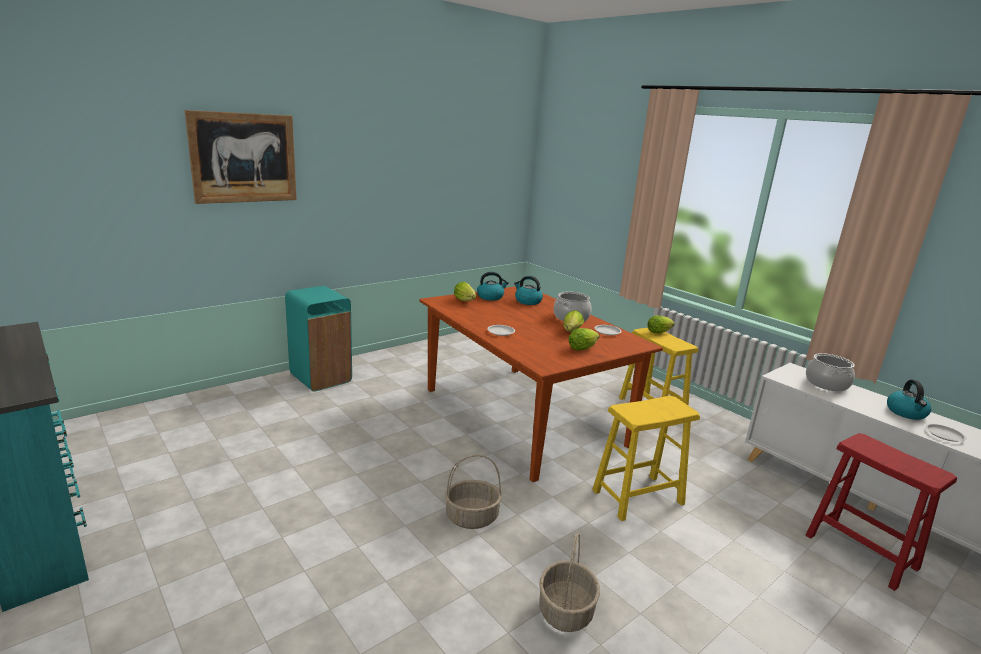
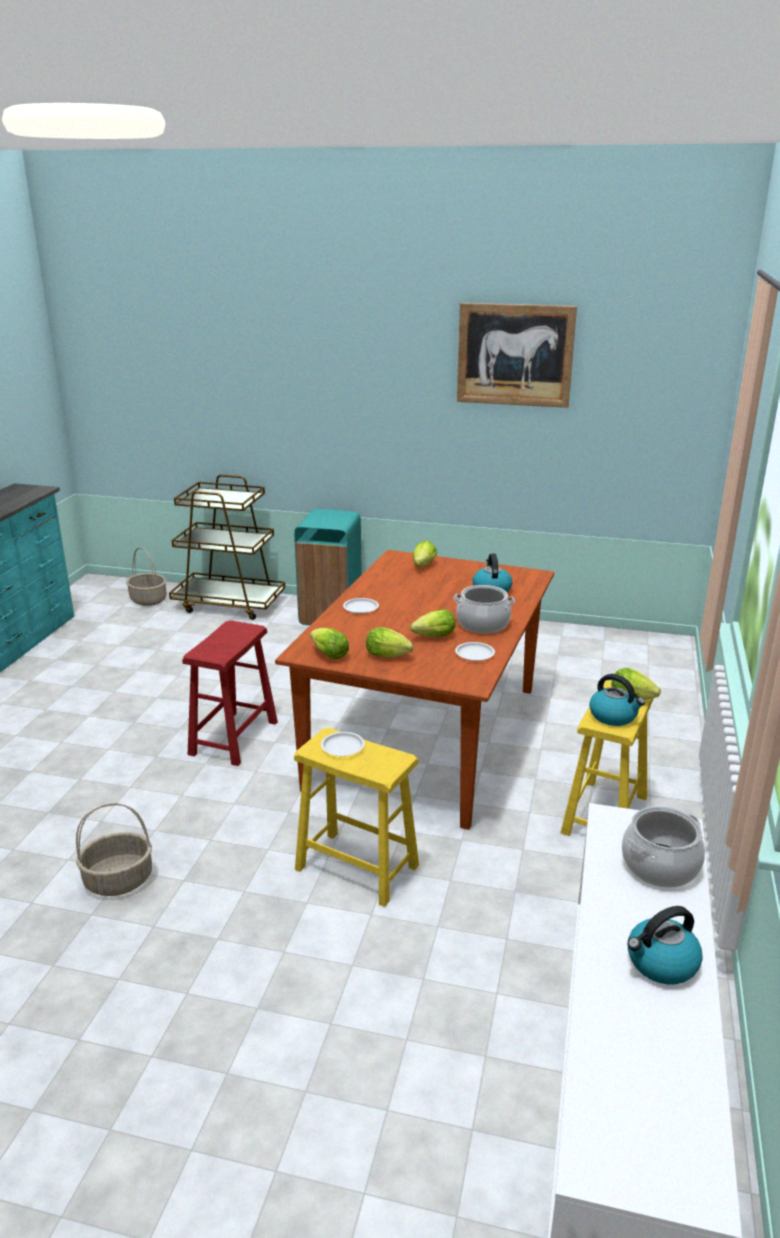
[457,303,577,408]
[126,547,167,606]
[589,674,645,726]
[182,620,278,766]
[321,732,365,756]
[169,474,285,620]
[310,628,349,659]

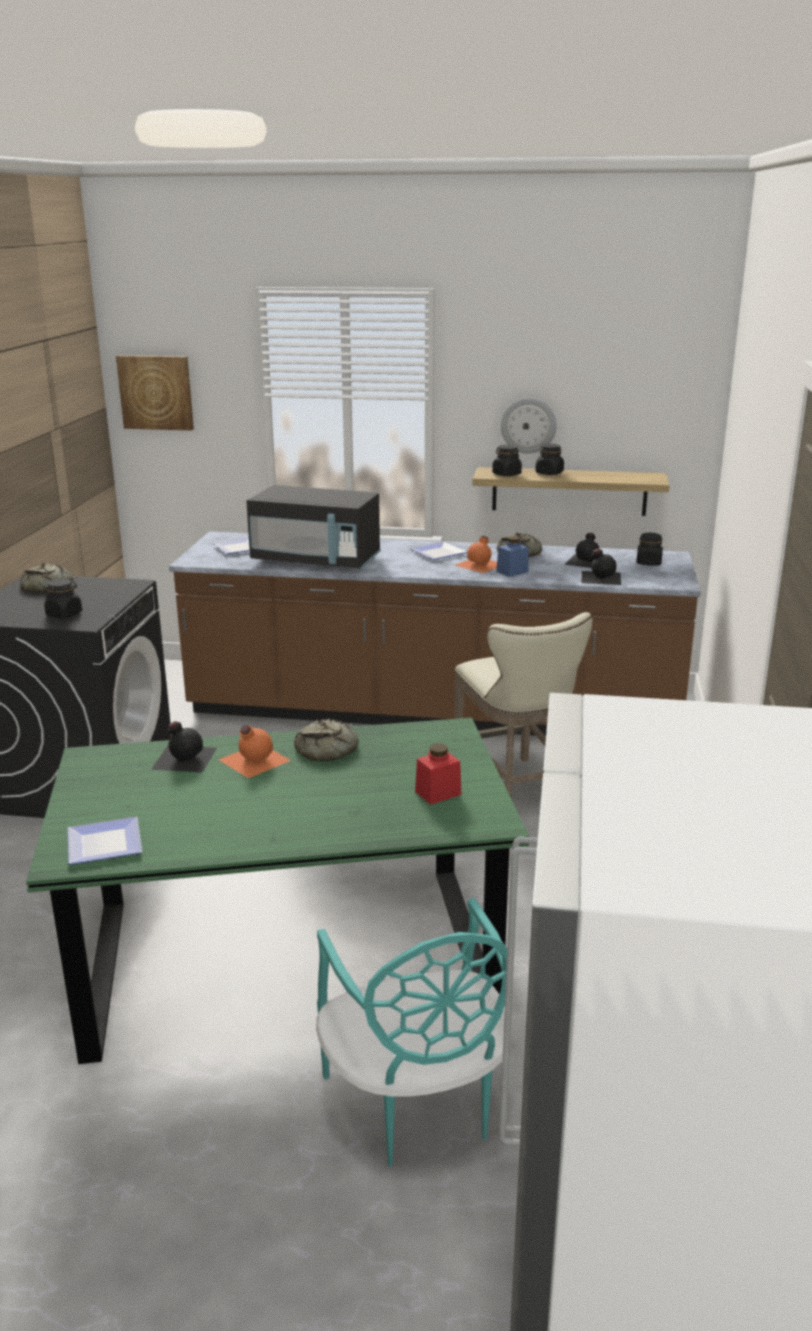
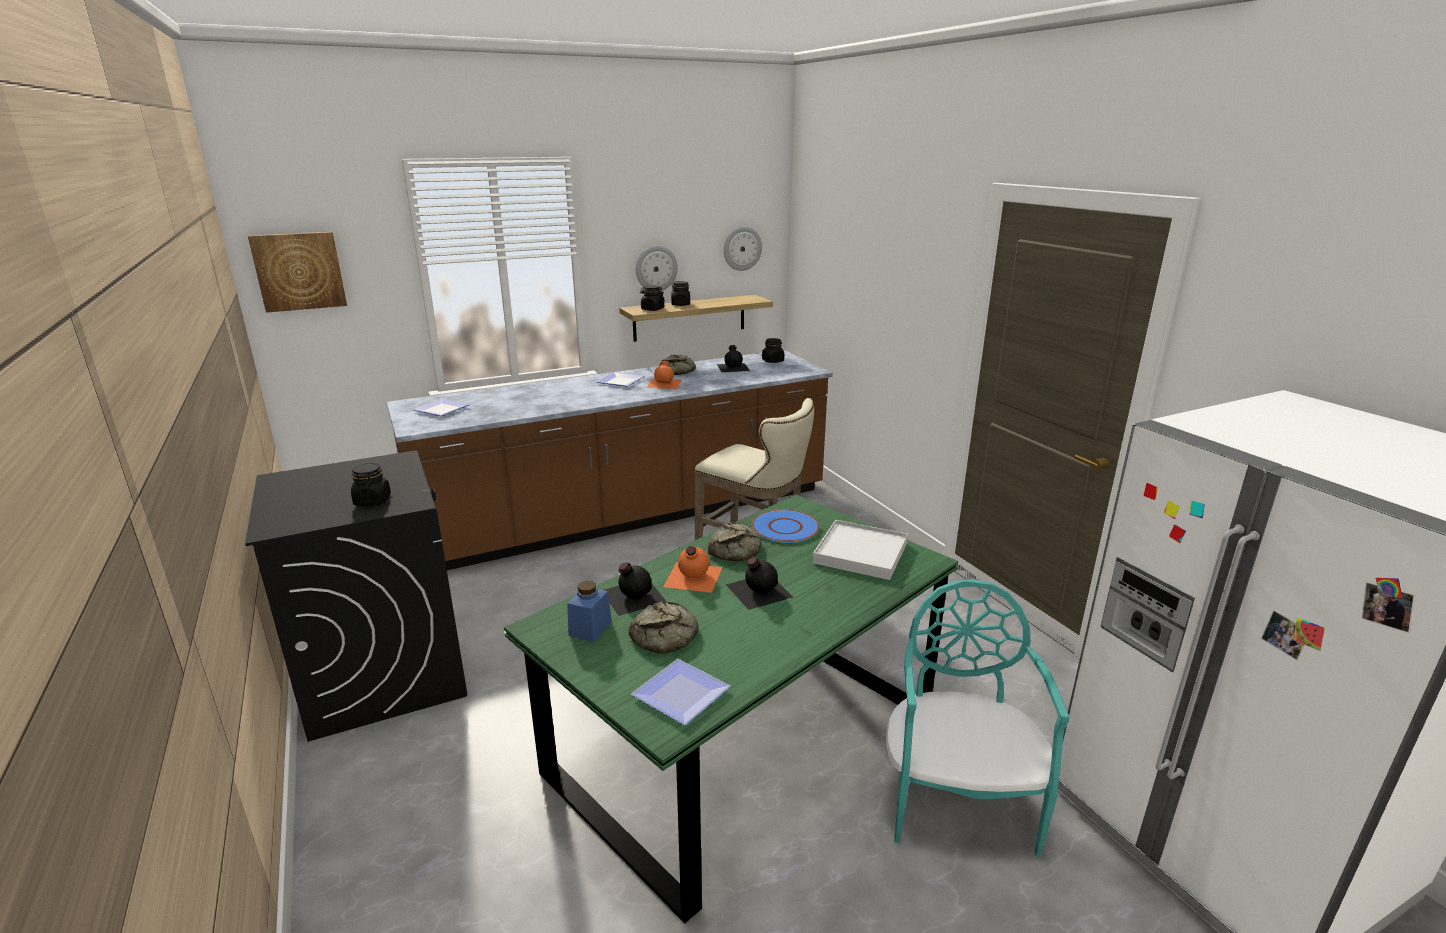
[629,602,699,654]
[246,485,381,570] (first image)
[886,579,1070,857]
[813,520,908,580]
[567,581,612,642]
[726,557,793,610]
[724,226,762,271]
[752,510,820,543]

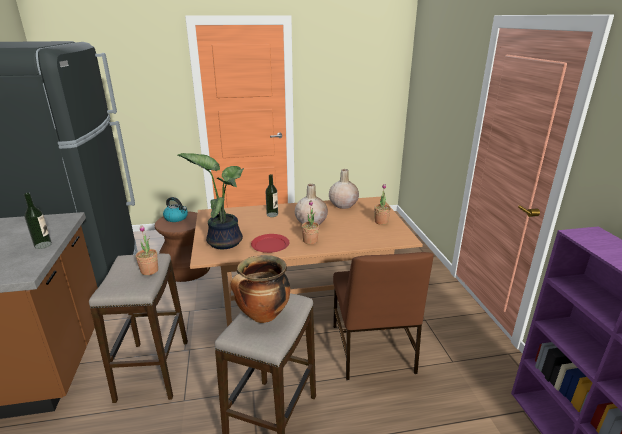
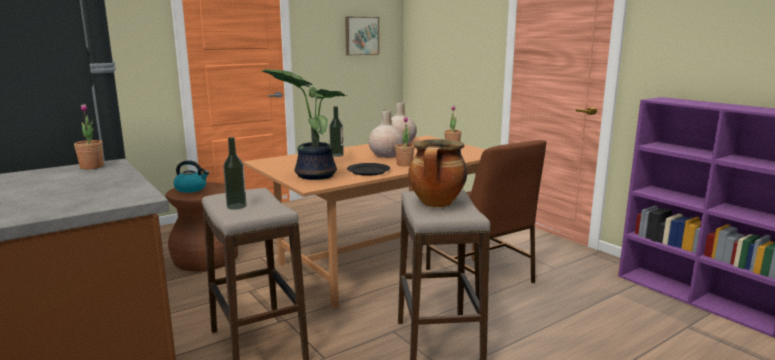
[223,137,247,210]
[74,104,103,169]
[347,163,390,176]
[345,17,379,56]

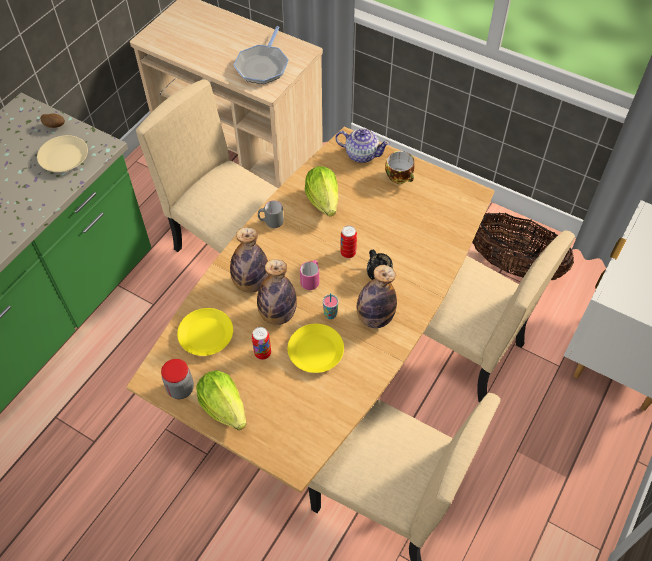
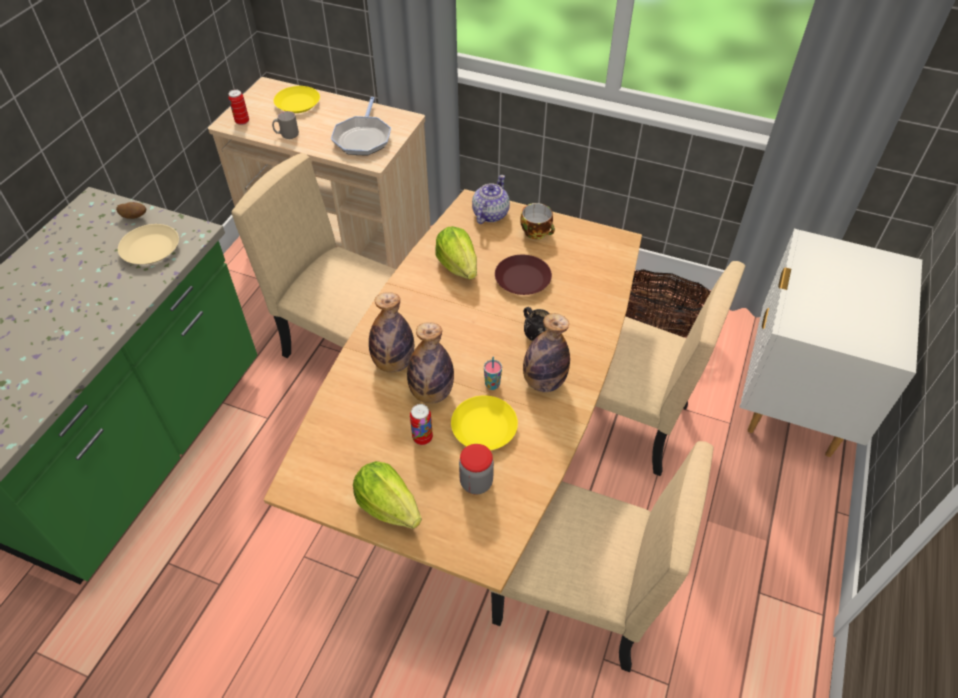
[459,444,494,495]
[274,86,320,113]
[272,111,299,139]
[300,260,320,290] (first image)
[472,175,510,224]
[228,90,249,125]
[495,255,552,295]

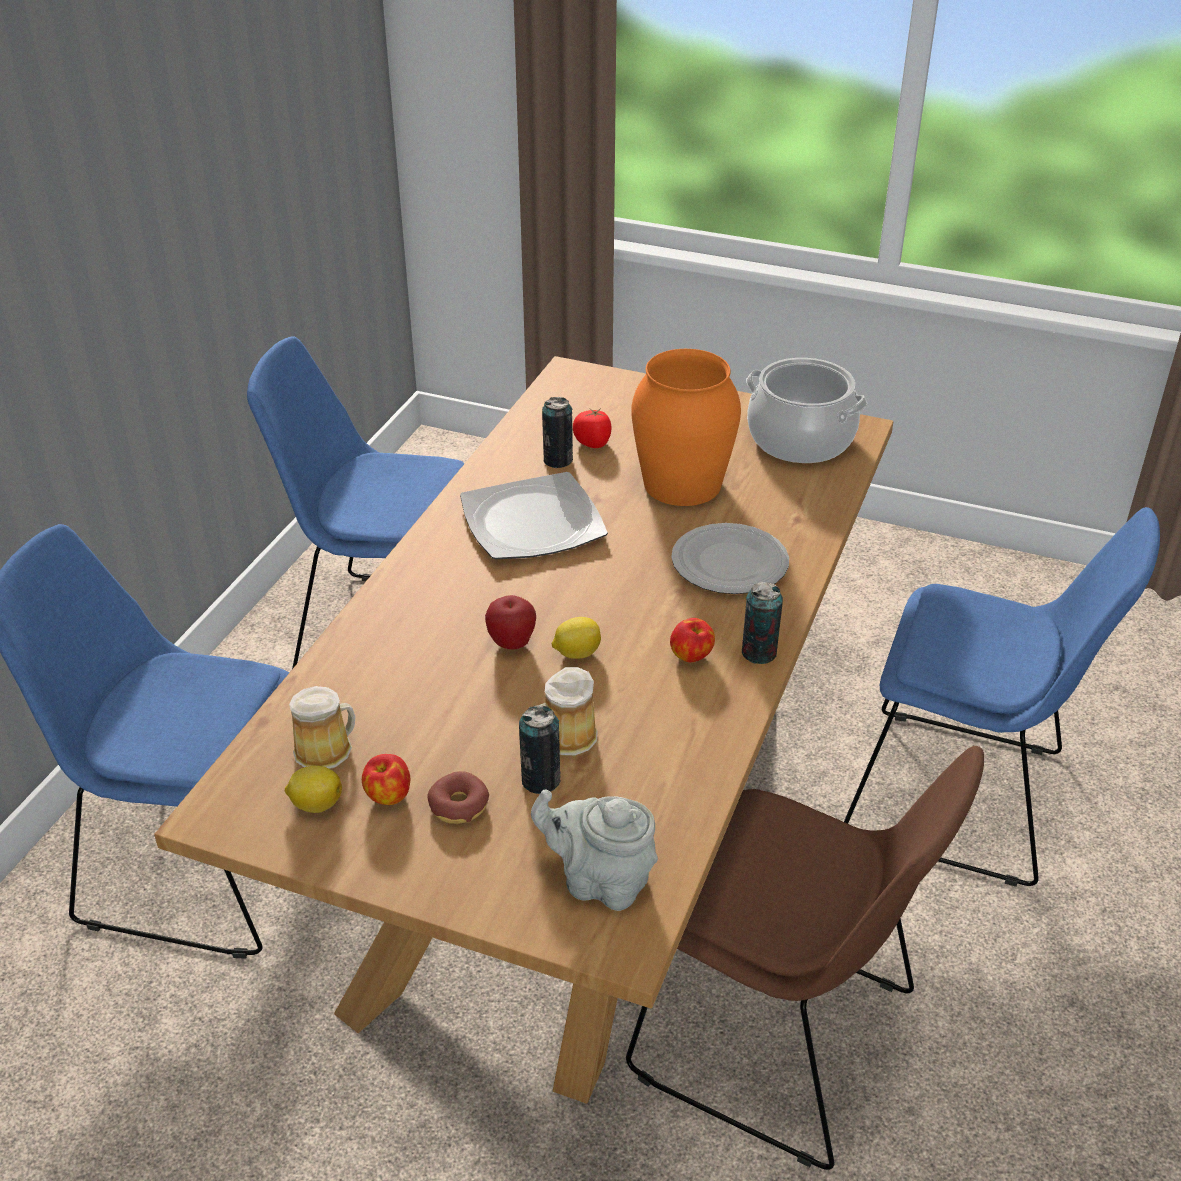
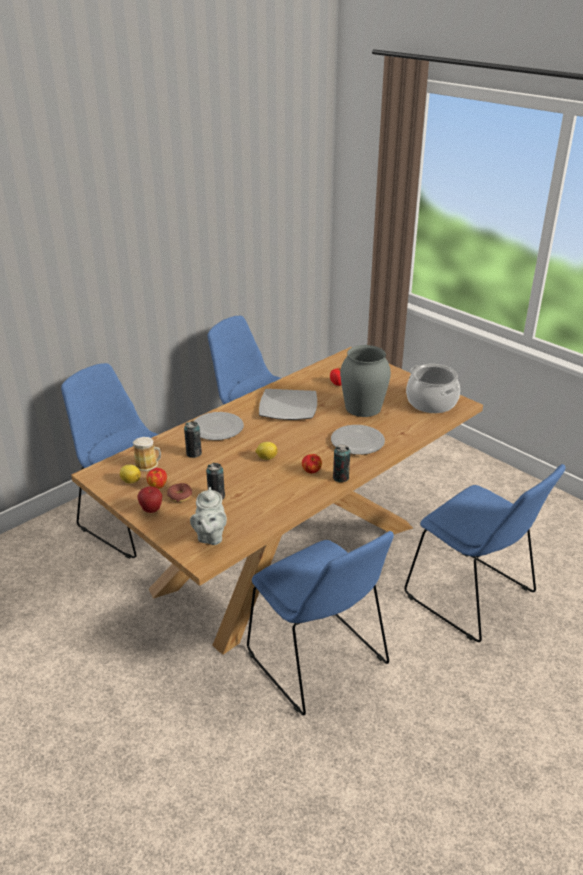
[138,486,162,513]
[190,487,227,545]
[540,667,598,756] (first image)
[184,421,202,458]
[247,531,394,716]
[340,345,391,417]
[194,412,244,440]

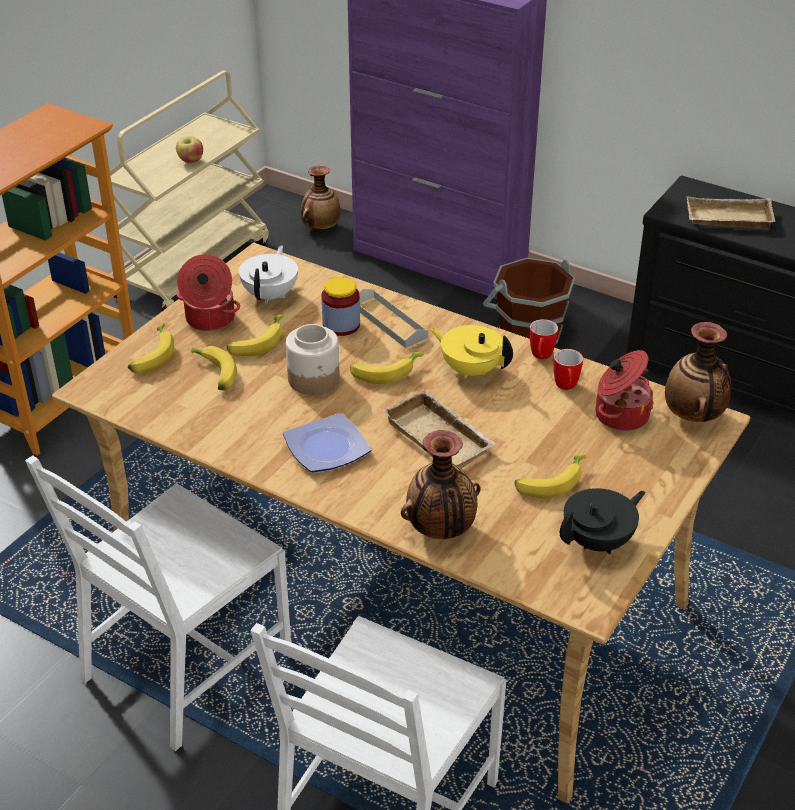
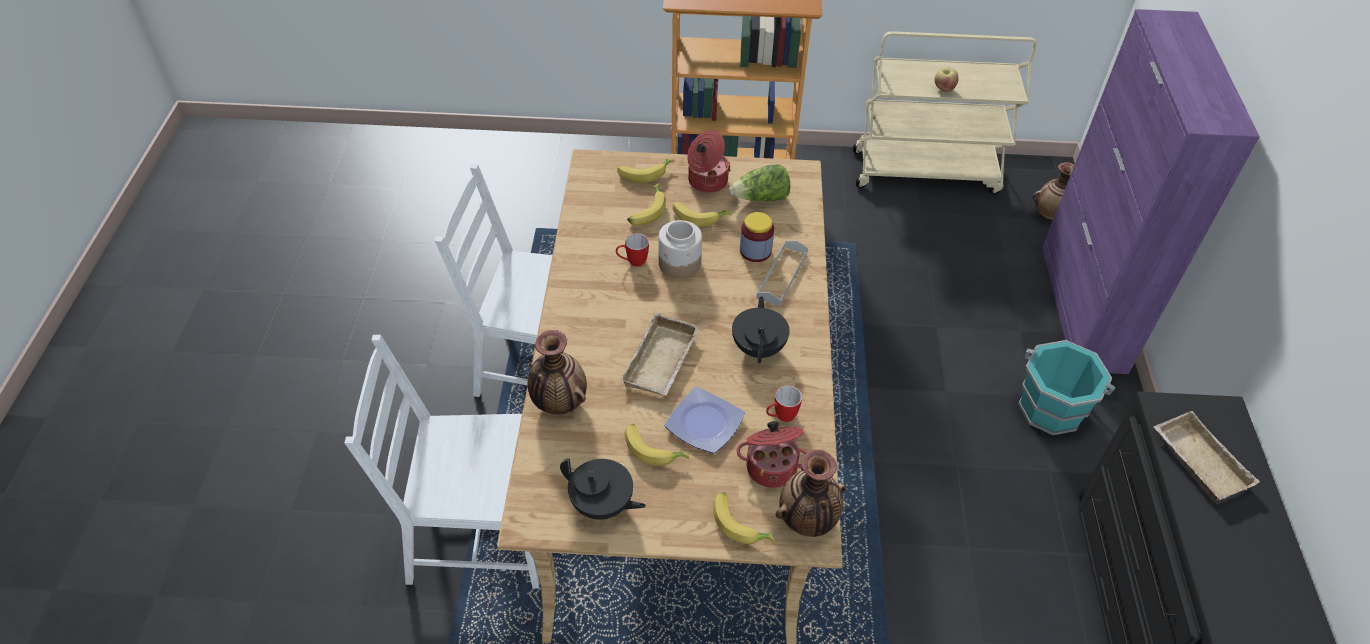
[729,164,790,202]
[664,387,745,454]
[713,492,775,544]
[732,296,790,364]
[1018,340,1115,435]
[616,233,649,267]

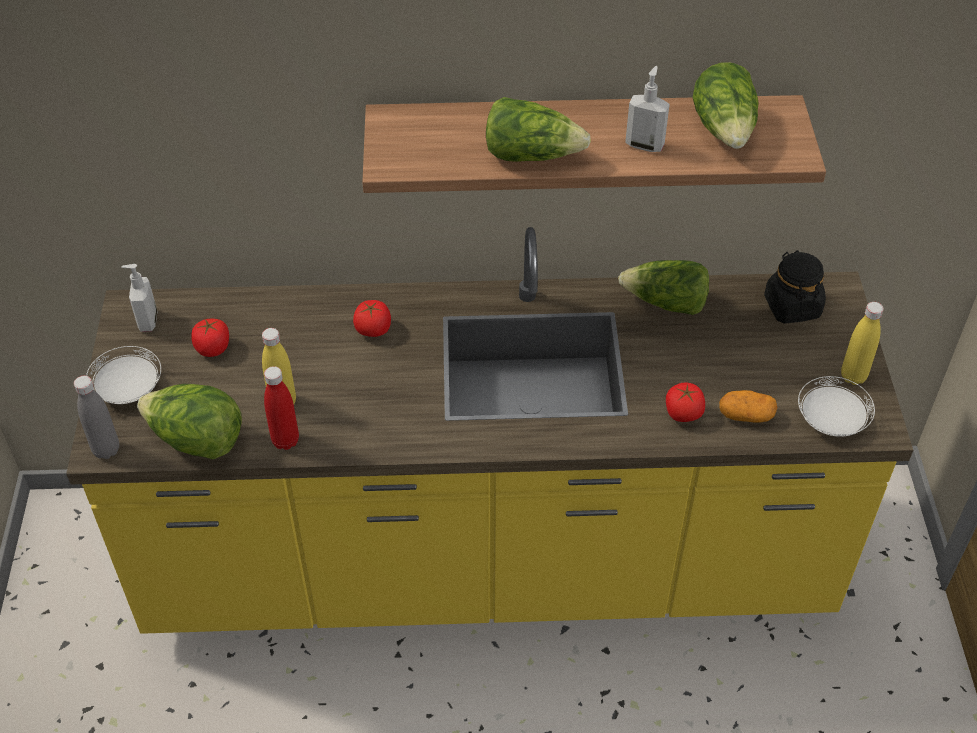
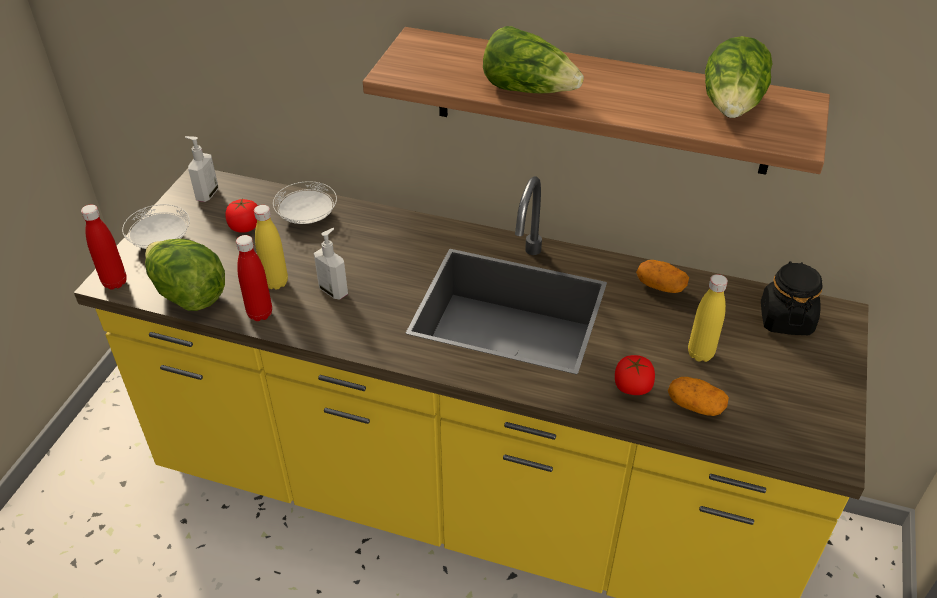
[81,205,127,289]
[353,300,391,337] (first image)
[636,260,689,293]
[314,228,348,300]
[273,181,337,224]
[688,274,728,362]

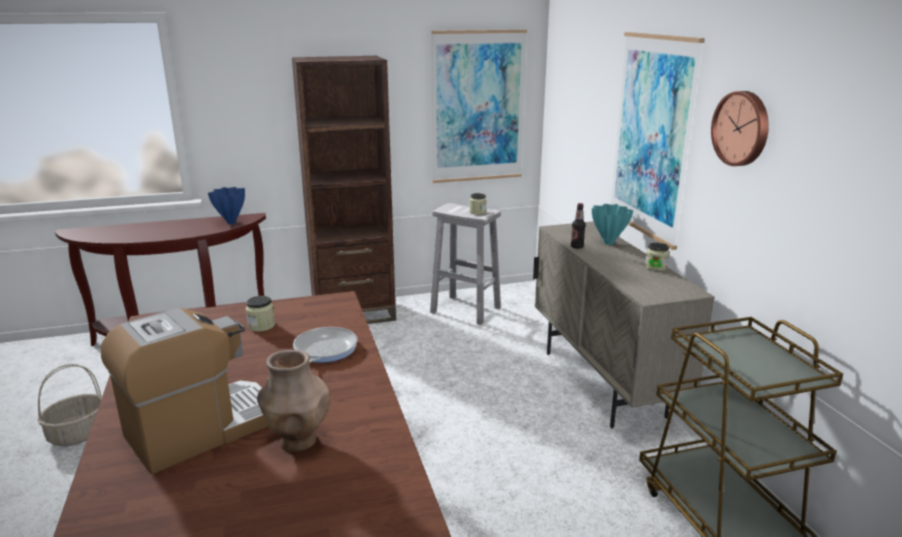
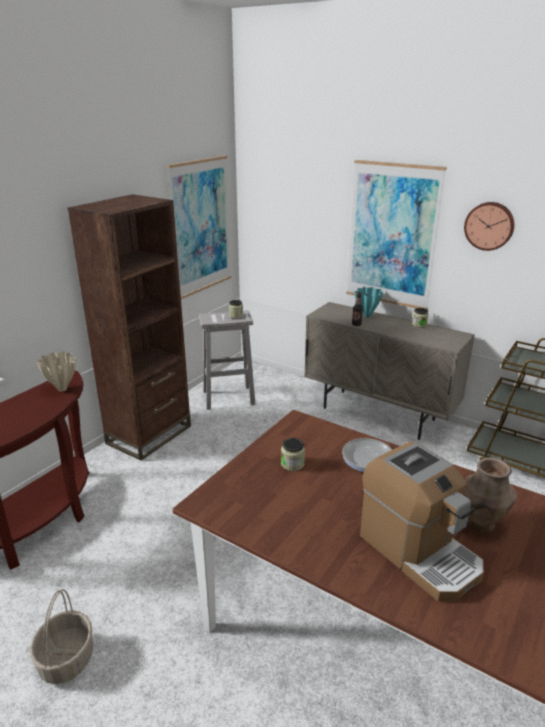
[360,442,484,602]
[36,351,76,392]

